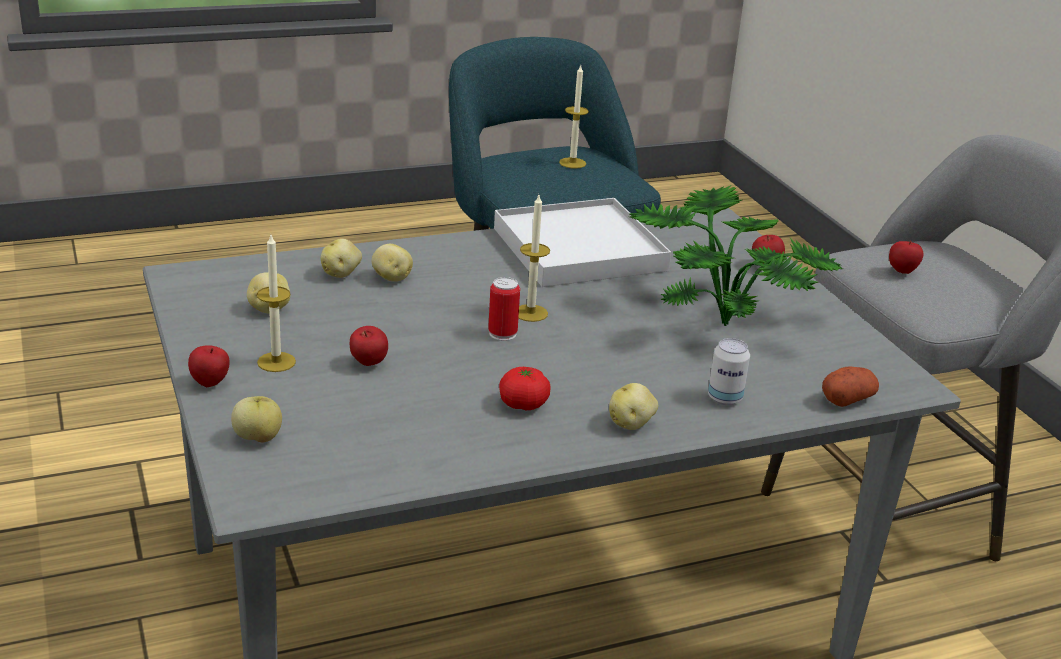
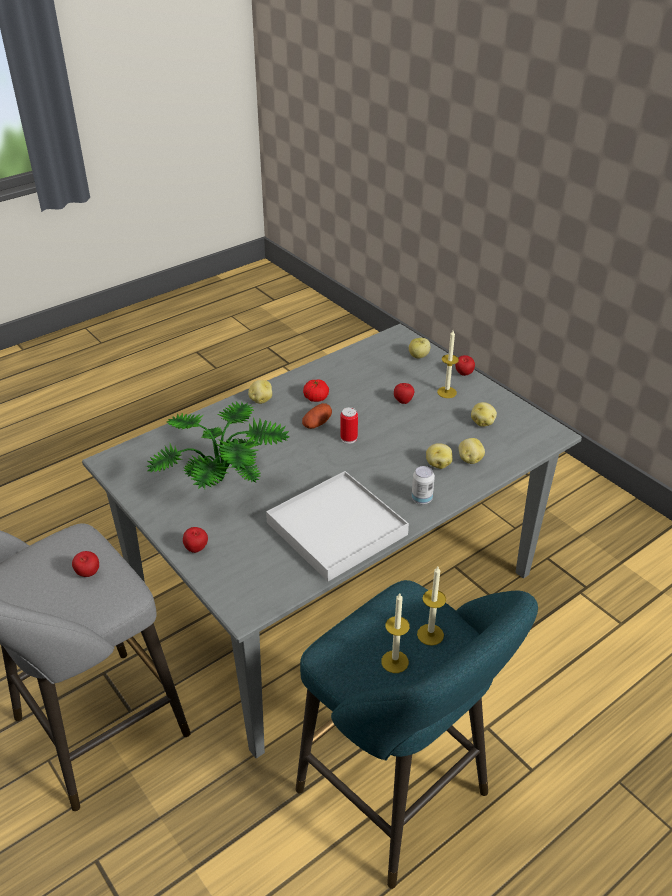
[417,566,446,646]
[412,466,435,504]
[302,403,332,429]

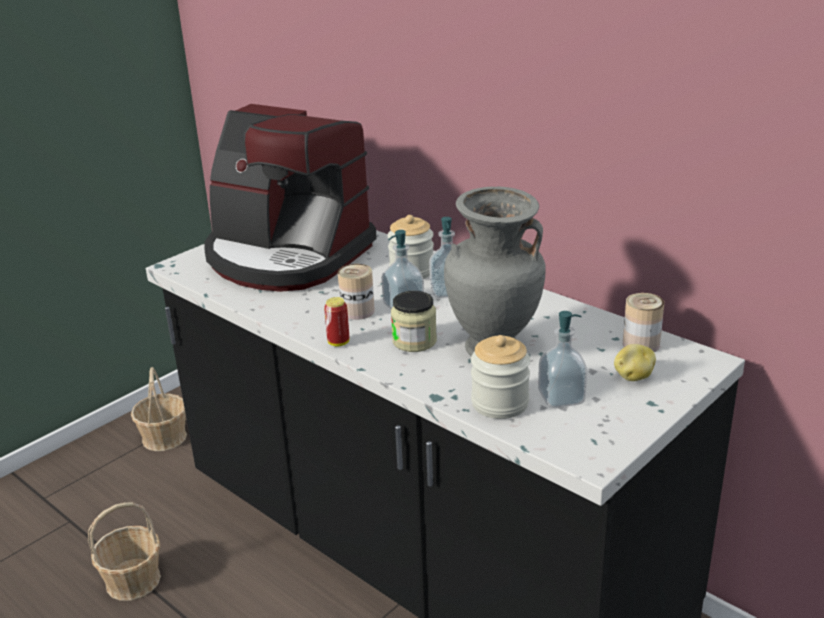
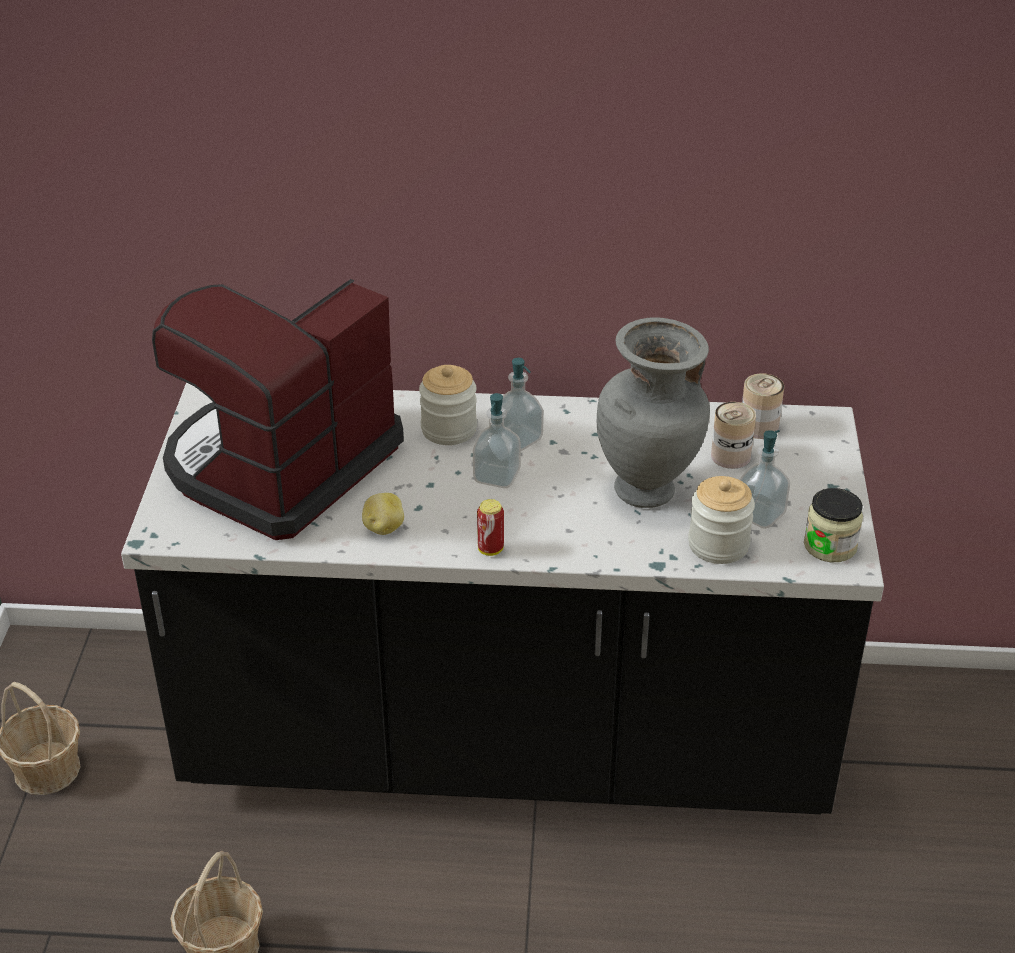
[152,279,404,540]
[711,402,756,469]
[804,488,863,562]
[362,493,404,535]

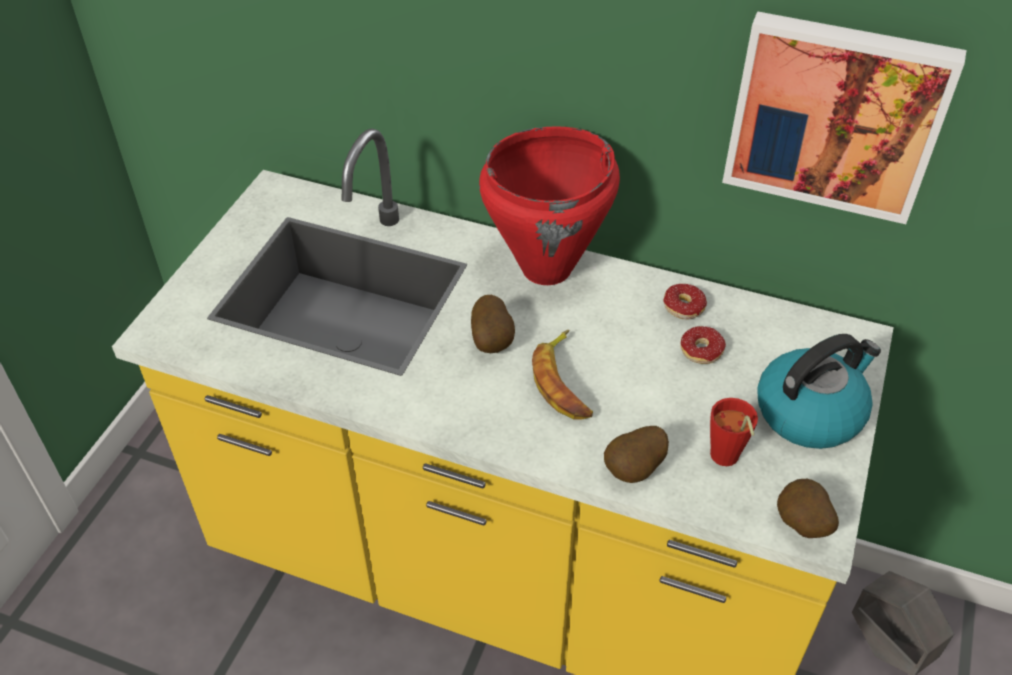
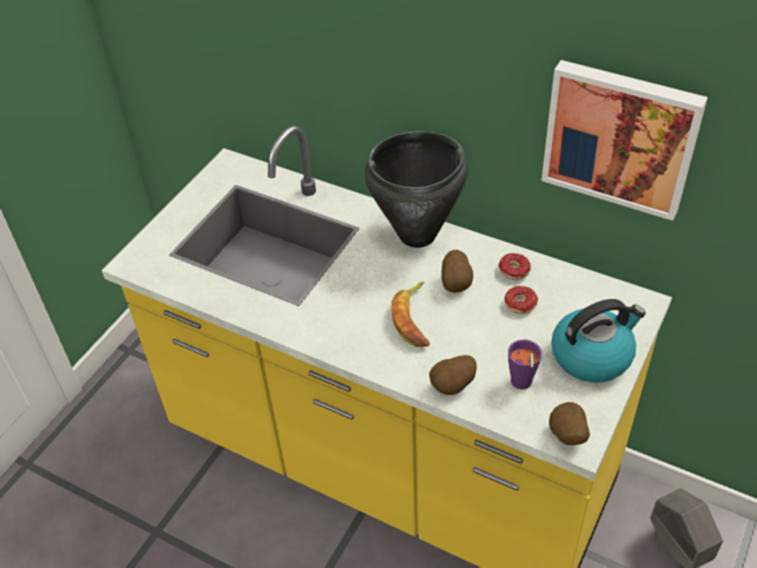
[442,250,473,293]
[365,131,468,248]
[508,339,542,390]

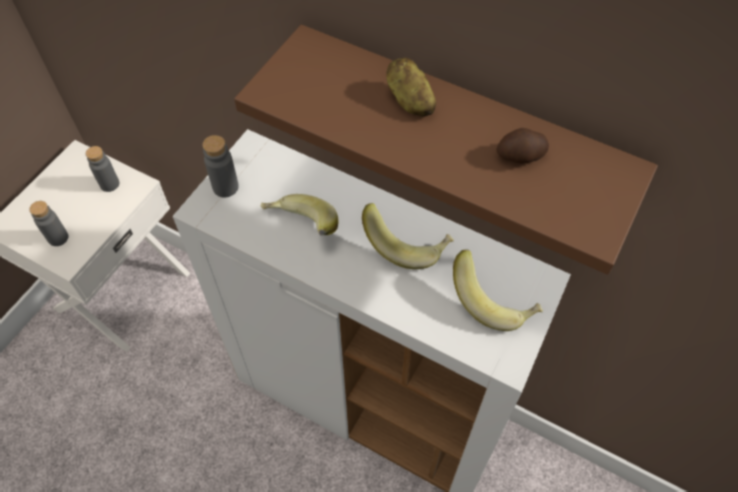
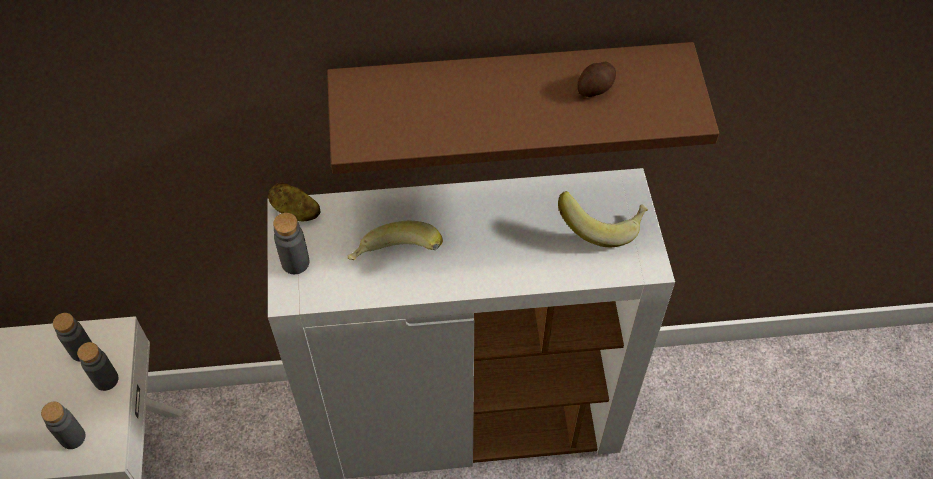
[362,203,454,269] (first image)
[268,182,321,221]
[77,342,119,391]

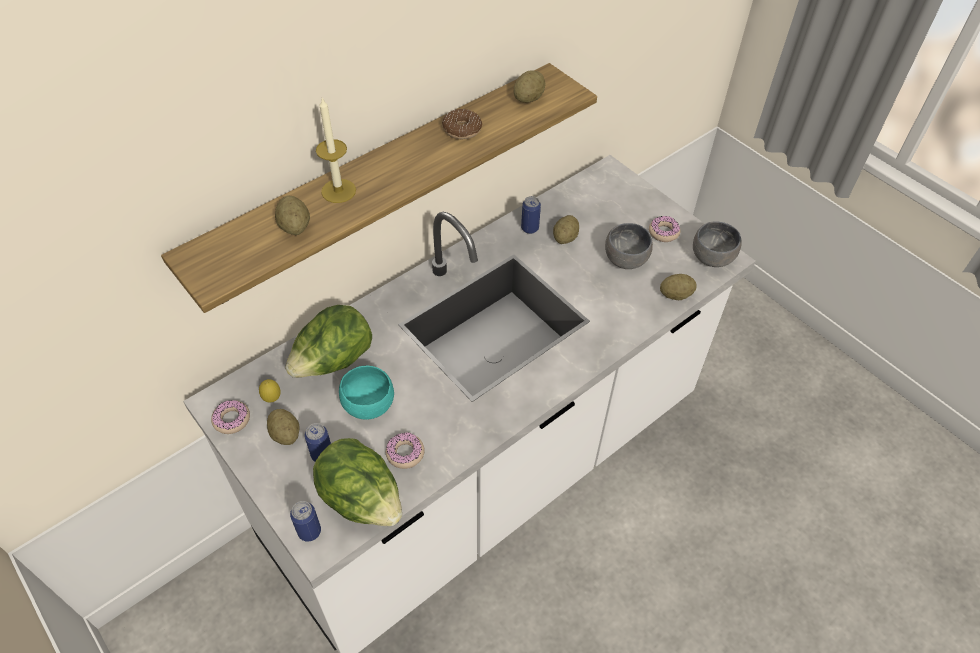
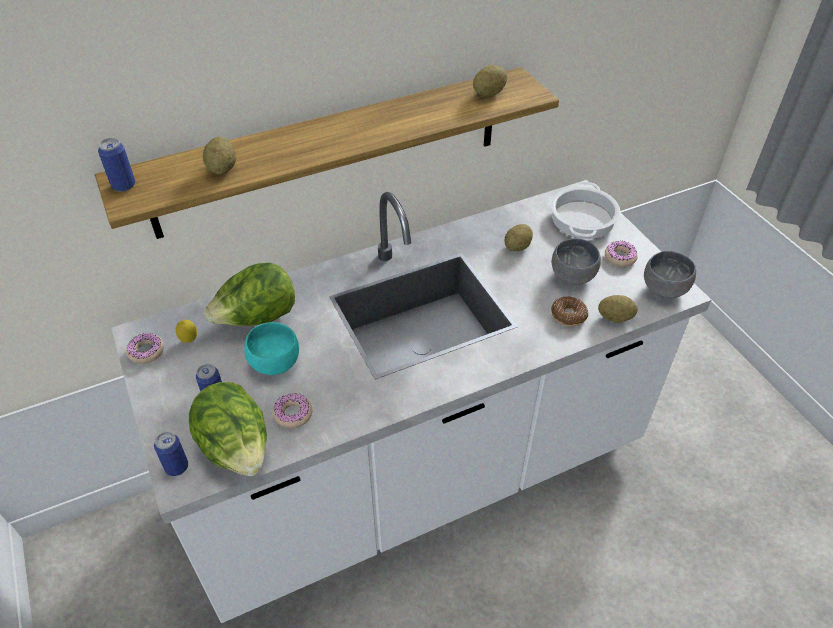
[267,409,300,445] (first image)
[316,98,356,203] (first image)
[551,297,588,327]
[98,138,135,192]
[551,182,620,239]

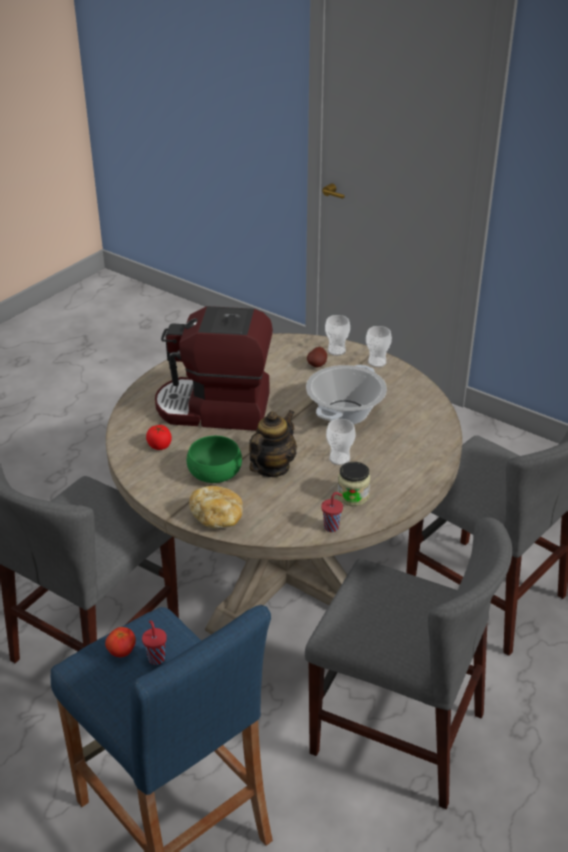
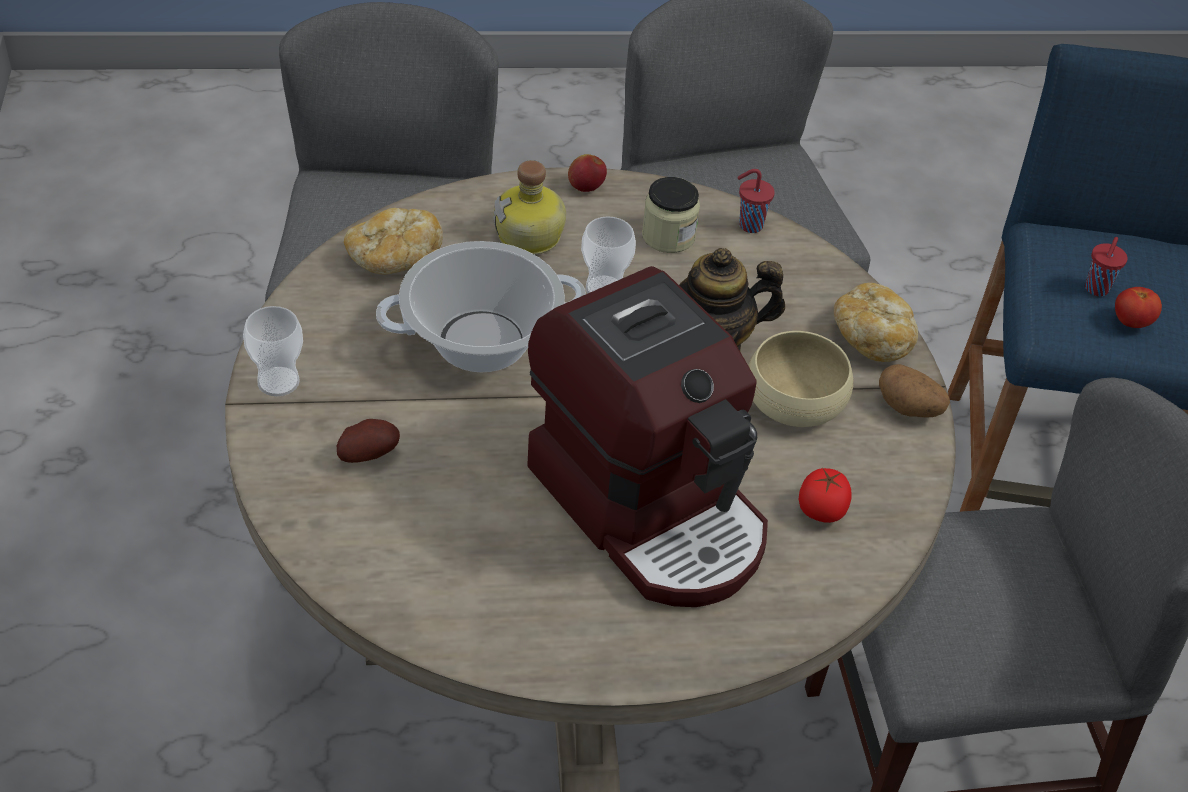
[748,331,853,427]
[325,315,350,356] (first image)
[344,208,443,274]
[493,160,566,255]
[568,154,607,192]
[879,364,950,418]

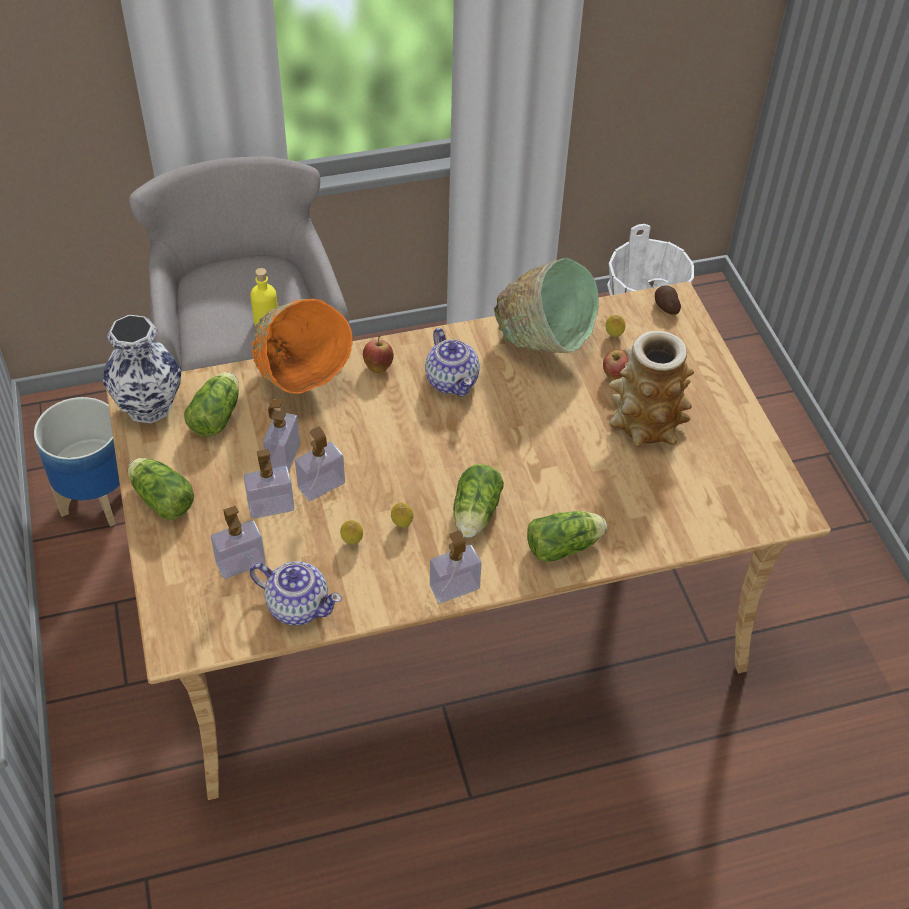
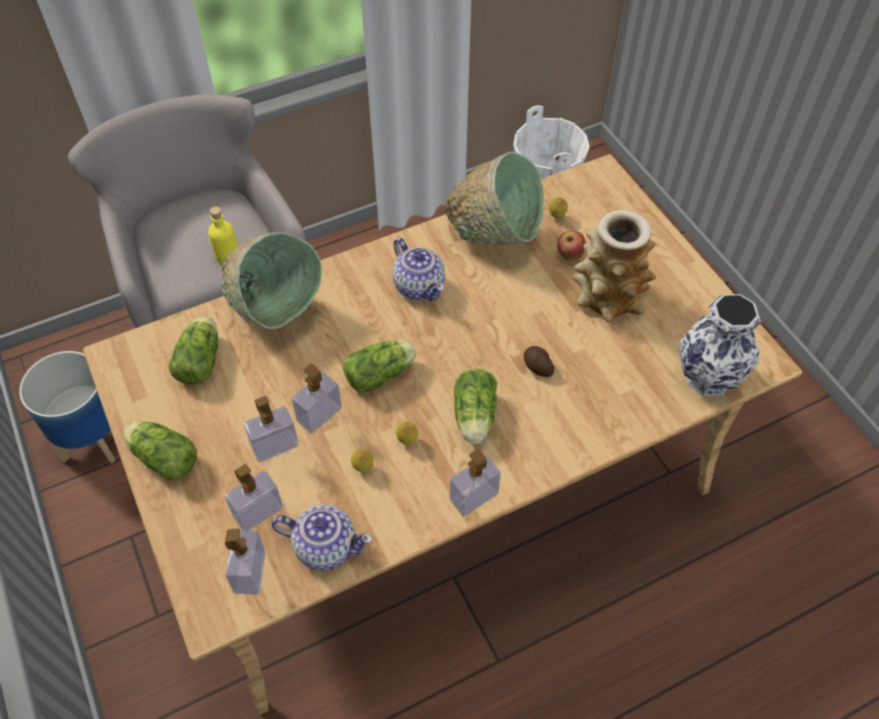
[679,294,761,396]
[221,232,322,329]
[225,528,265,595]
[363,336,394,374] (first image)
[343,340,417,393]
[524,346,554,377]

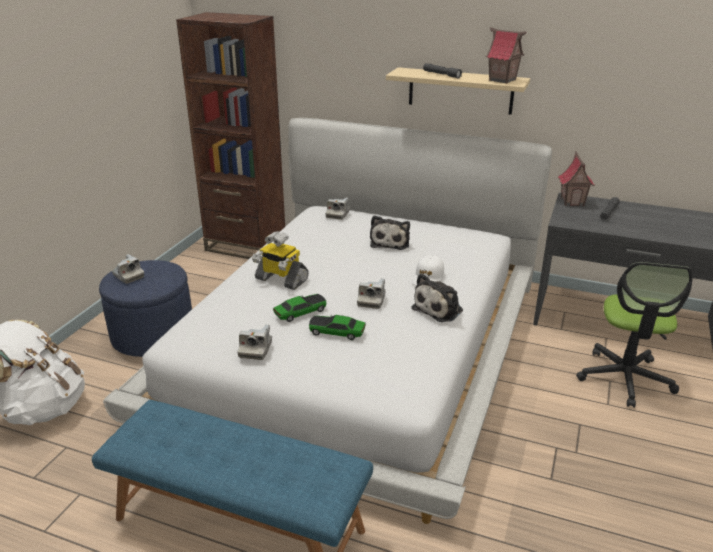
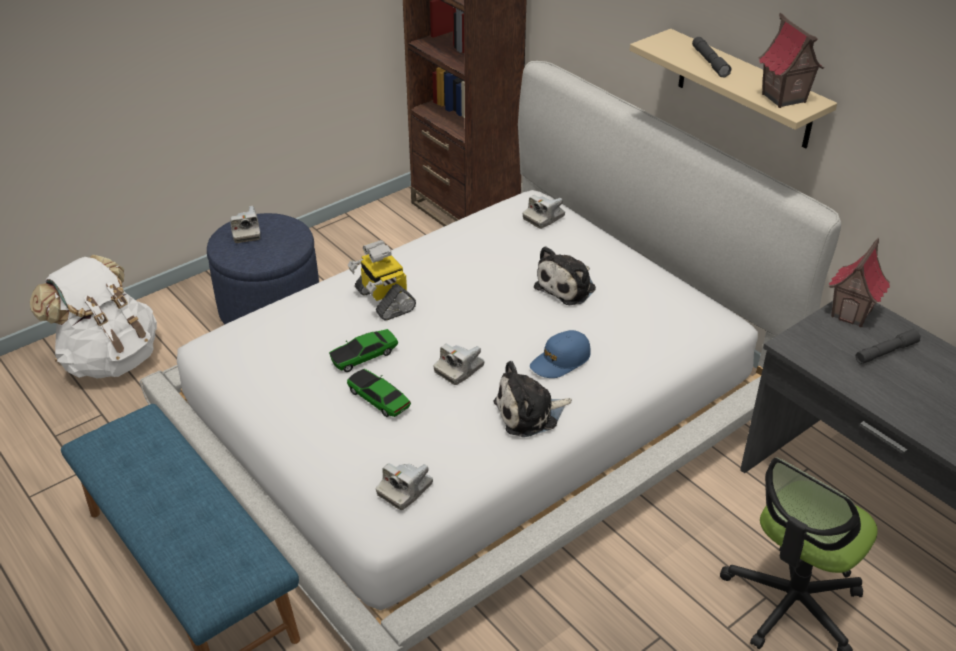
[376,463,433,510]
[329,329,398,372]
[530,330,590,378]

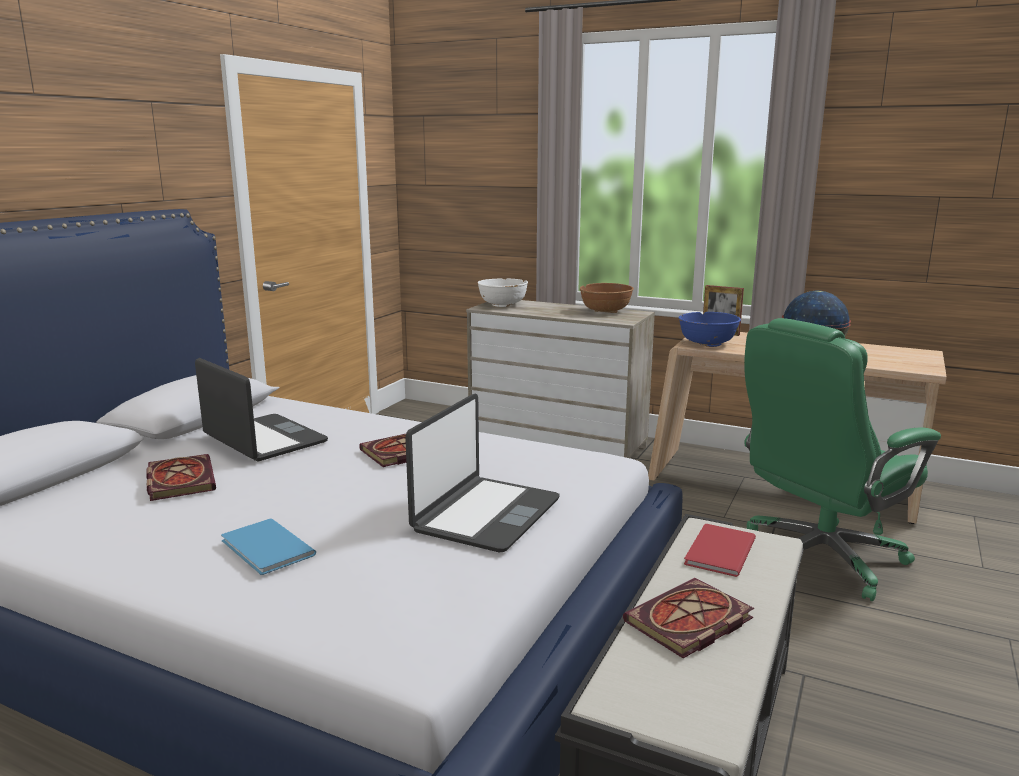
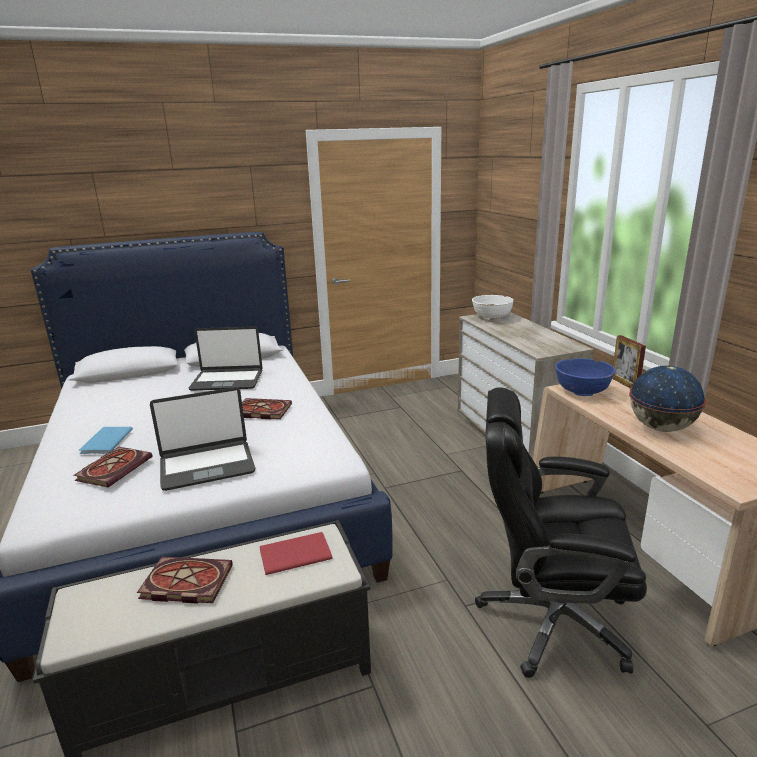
[73,447,152,488]
[189,326,263,391]
[580,283,634,313] (first image)
[475,388,647,678]

